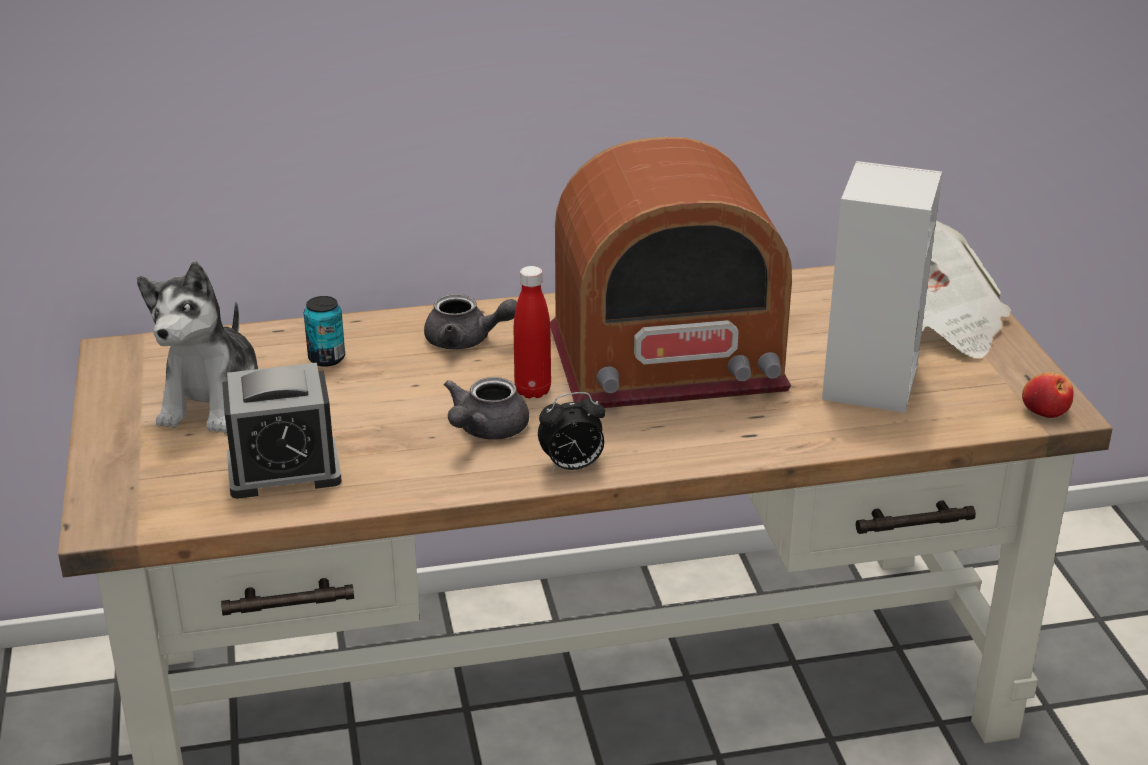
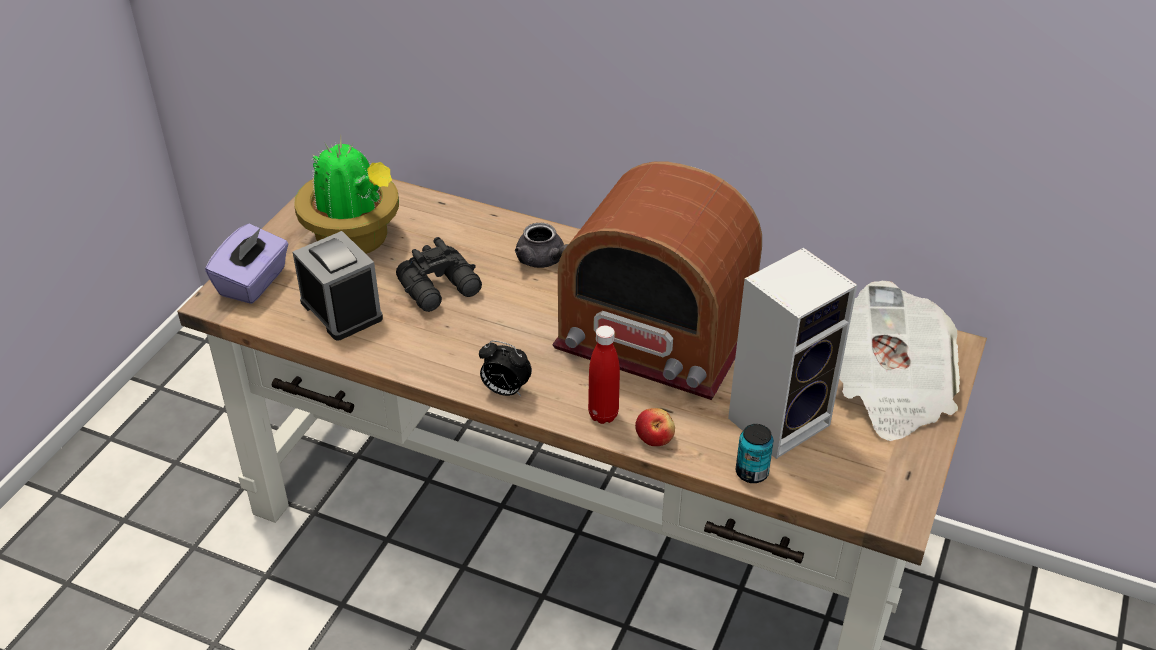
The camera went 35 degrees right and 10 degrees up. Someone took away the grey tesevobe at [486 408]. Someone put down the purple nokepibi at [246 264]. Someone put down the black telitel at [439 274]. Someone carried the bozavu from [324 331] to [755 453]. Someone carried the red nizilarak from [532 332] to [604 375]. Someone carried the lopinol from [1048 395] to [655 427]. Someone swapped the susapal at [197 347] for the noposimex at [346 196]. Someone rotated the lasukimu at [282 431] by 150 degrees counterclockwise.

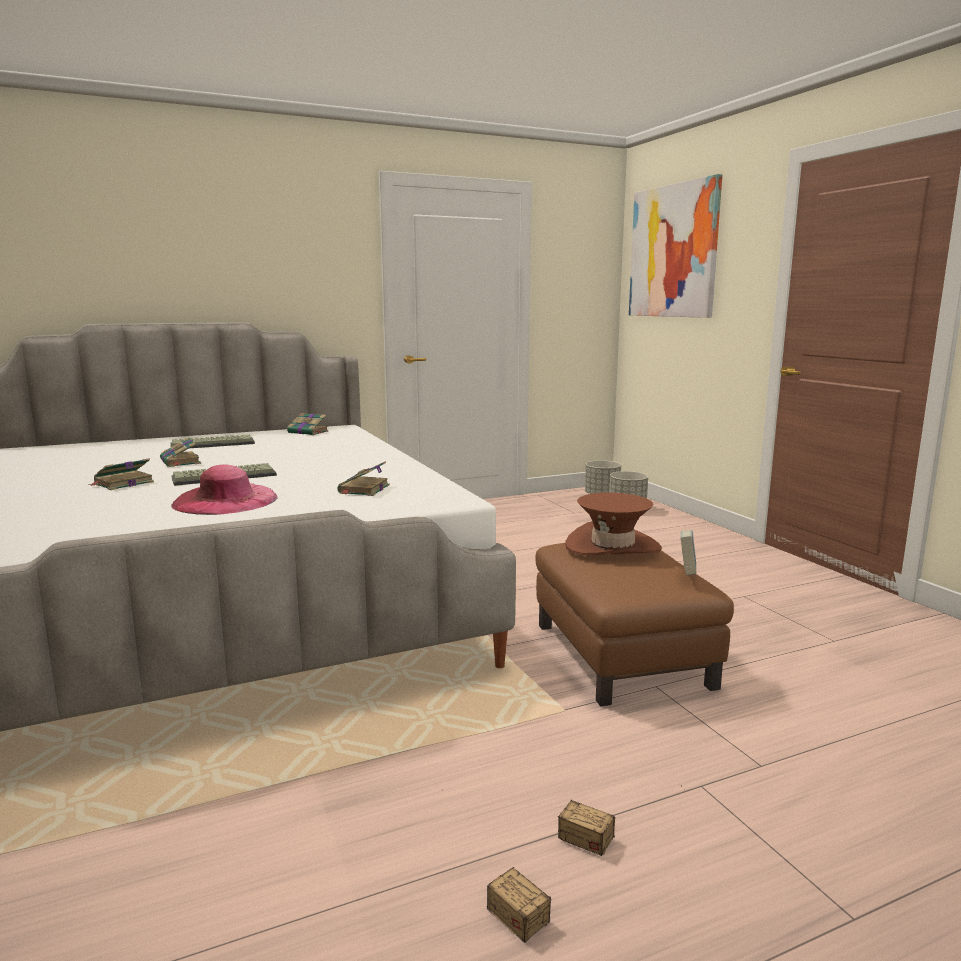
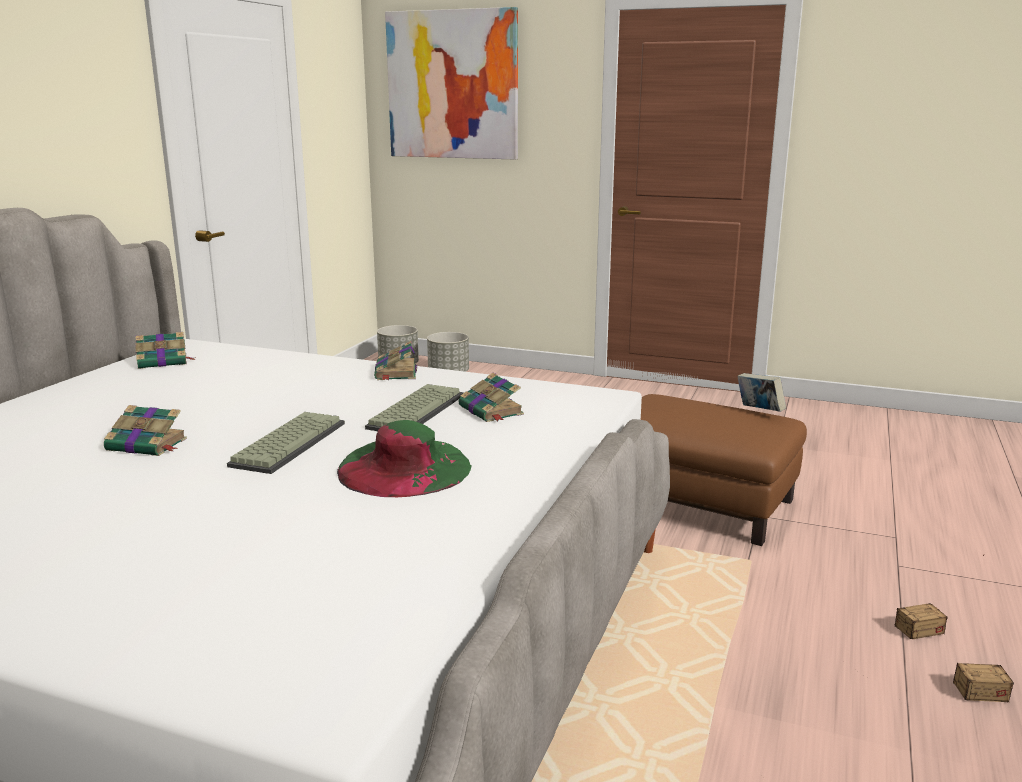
The camera went 45 degrees left and 5 degrees up. Someone took away the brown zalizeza at [613 524]. Someone carried the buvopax from [121 474] to [395 360]. Someone carried the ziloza from [212 441] to [414 407]. Someone repainted the pink zalizeza at [224 489], which became the green zalizeza at [404 458].

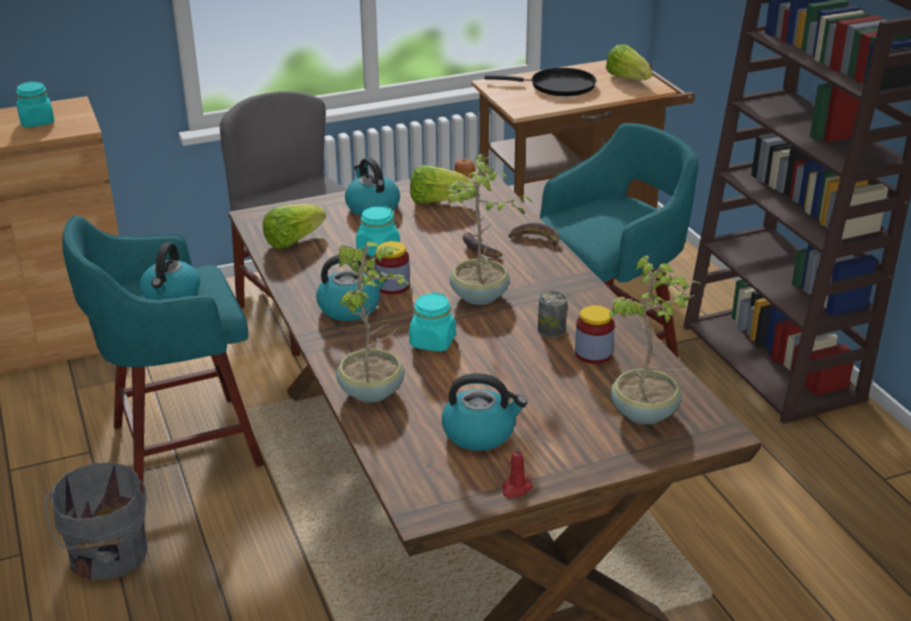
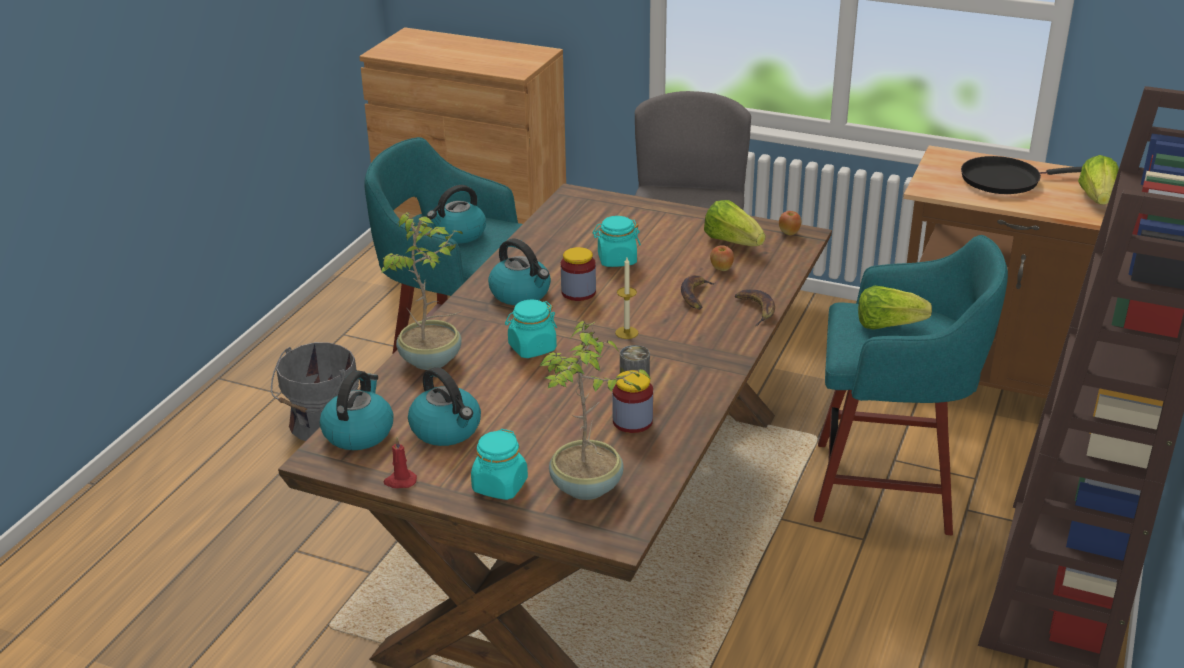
The camera went 45 degrees right and 0 degrees up. Someone put down the lopinol at [722 258]. Someone carried the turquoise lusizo from [35 104] to [499 464]. Someone carried the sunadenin from [294 226] to [895 308]. Someone carried the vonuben from [372 186] to [356 410]. Someone swapped the noposimex at [489 229] for the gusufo at [626 298]. Someone rotated the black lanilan at [540 82] by 120 degrees clockwise.

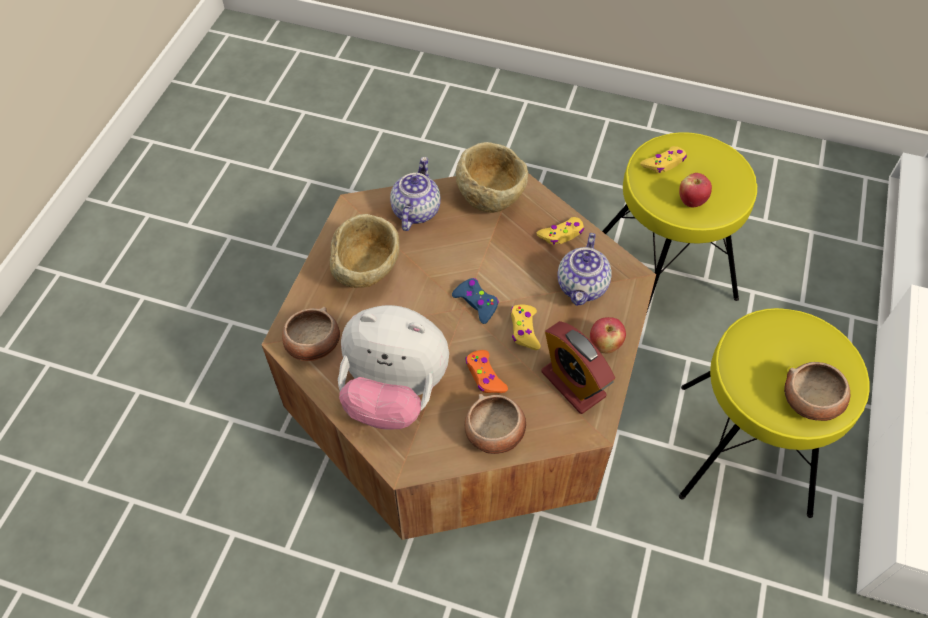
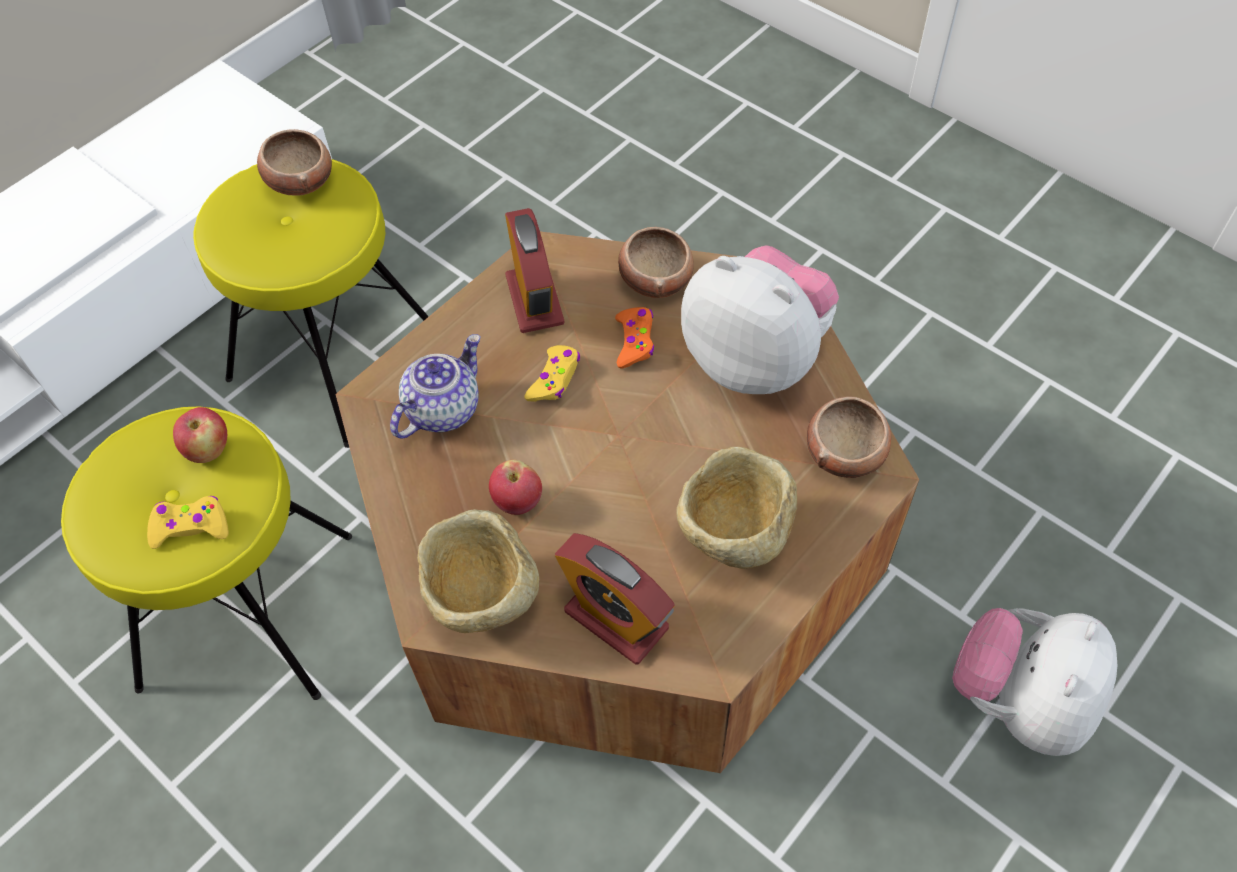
The camera went 155 degrees left and 0 degrees up. Someone took away the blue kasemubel at [475 301]. Someone took away the yellow kasemubel at [560 231]. Someone put down the susapal at [1034 682]. Someone carried the lopinol from [608 335] to [515 487]. Someone swapped the tesevobe at [415 194] for the lasukimu at [615 599].

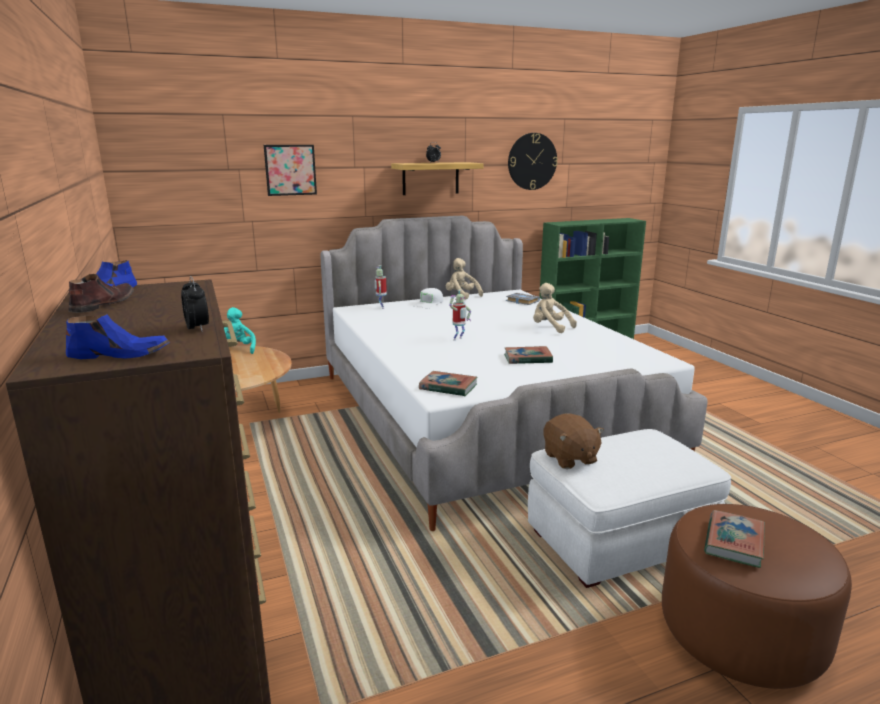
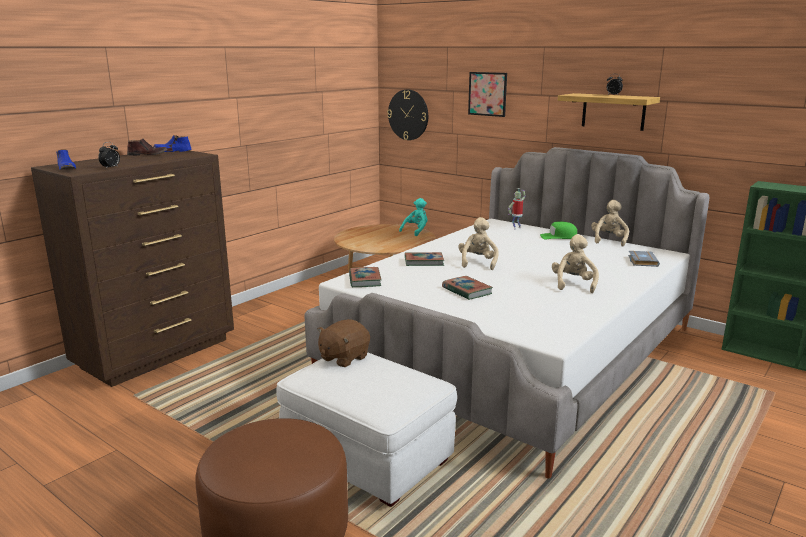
The camera went 60 degrees right and 0 degrees up. Someone carried the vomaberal from [533 161] to [407 114]. Someone carried the buvopax from [734 539] to [424 259]. Someone swapped the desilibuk at [460 315] for the beige susapal at [478 243]. Someone repainted the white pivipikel at [428 298], which became the green pivipikel at [558 230].

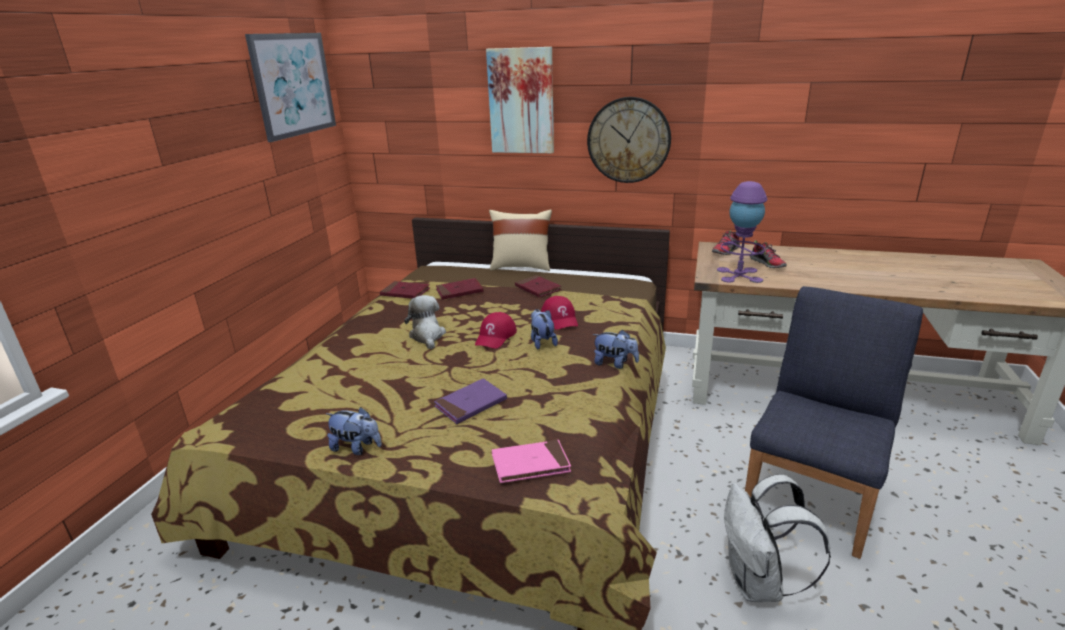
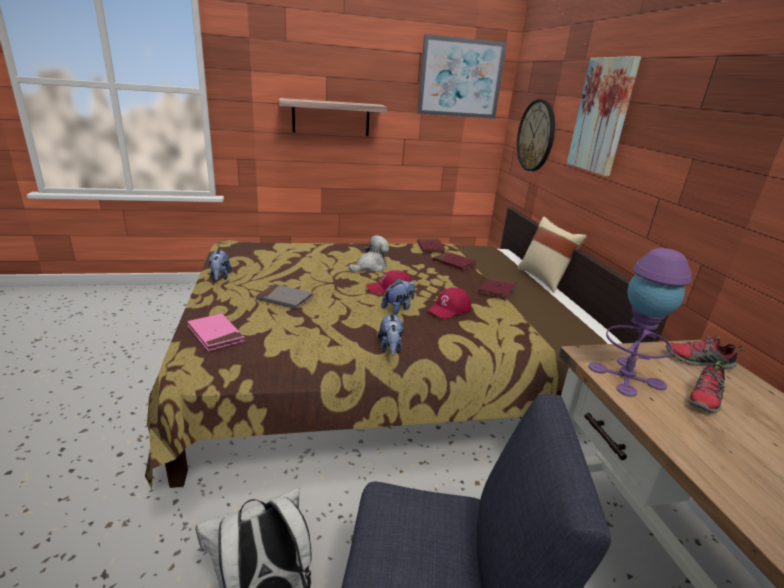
The camera went 60 degrees right and 0 degrees up. Someone put up the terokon at [333 117]. Someone carried the vomaberal from [629 140] to [536 135]. Someone repainted the purple buvopax at [470 401], which became the grey buvopax at [284 296].

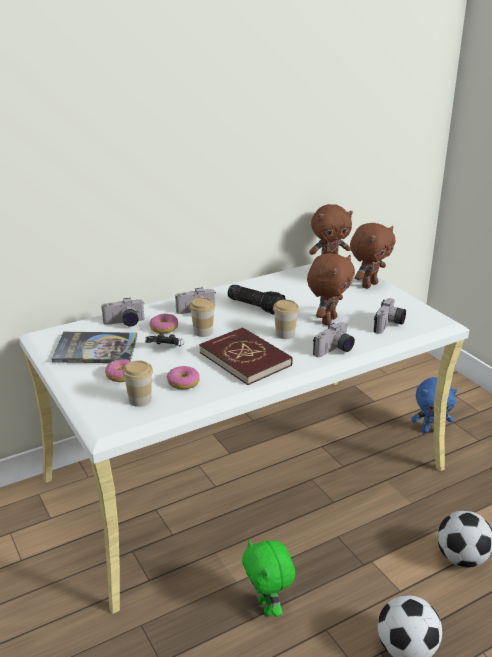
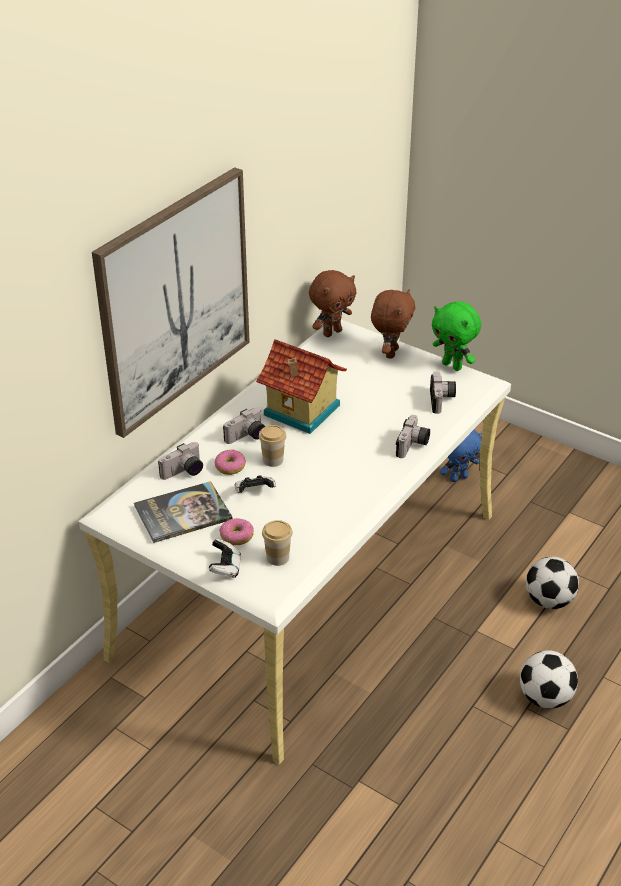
The camera went 25 degrees left and 10 degrees up. Someone took away the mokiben at [183 378]. Someone took away the red buvopax at [246 356]. Someone took away the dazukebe at [286 319]. Someone took away the brown susapal at [331 289]. Someone put up the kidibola at [171 302]. Someone put down the kasemubel at [225 558]. Someone carried the green susapal from [268 578] to [456 336]. Someone swapped the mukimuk at [257 299] for the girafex at [301 386].

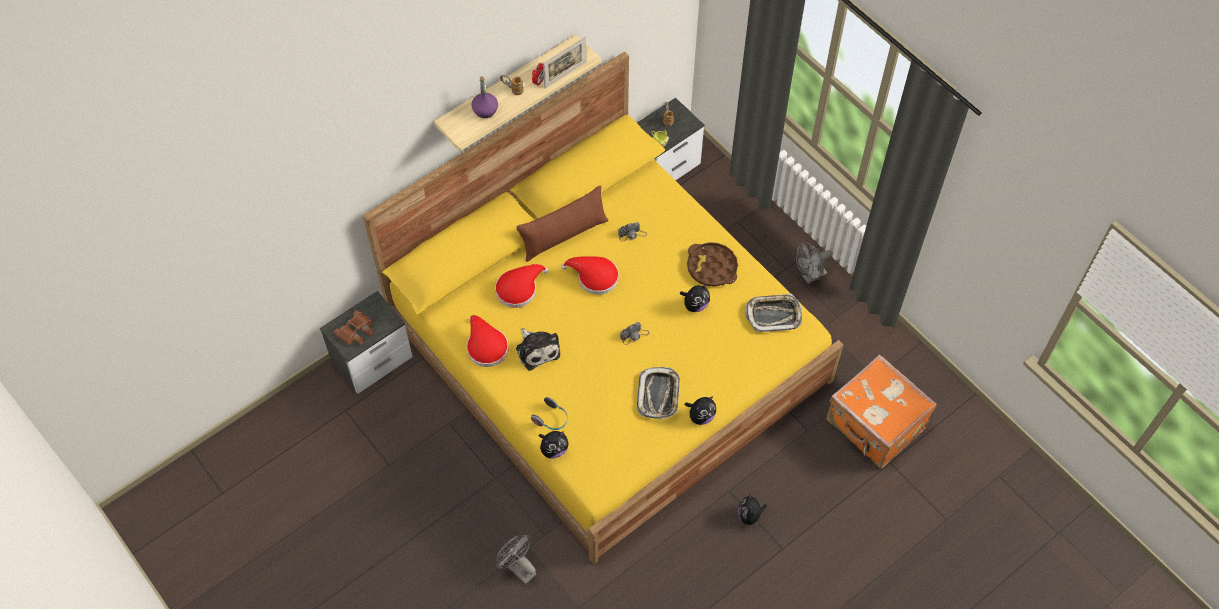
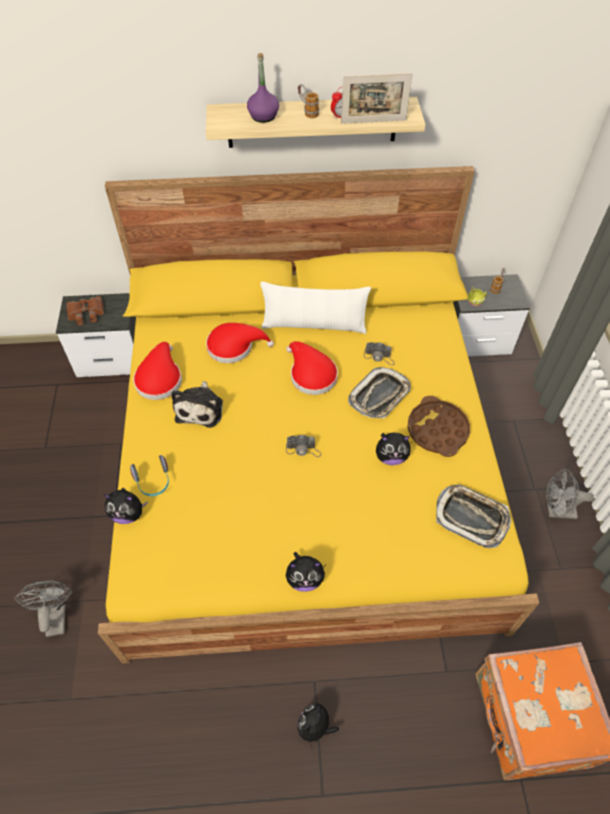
The camera went 35 degrees right and 5 degrees down. Someone carried the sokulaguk from [658 393] to [379 392]. Someone repainted the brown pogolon at [562 223], which became the white pogolon at [315 308].

